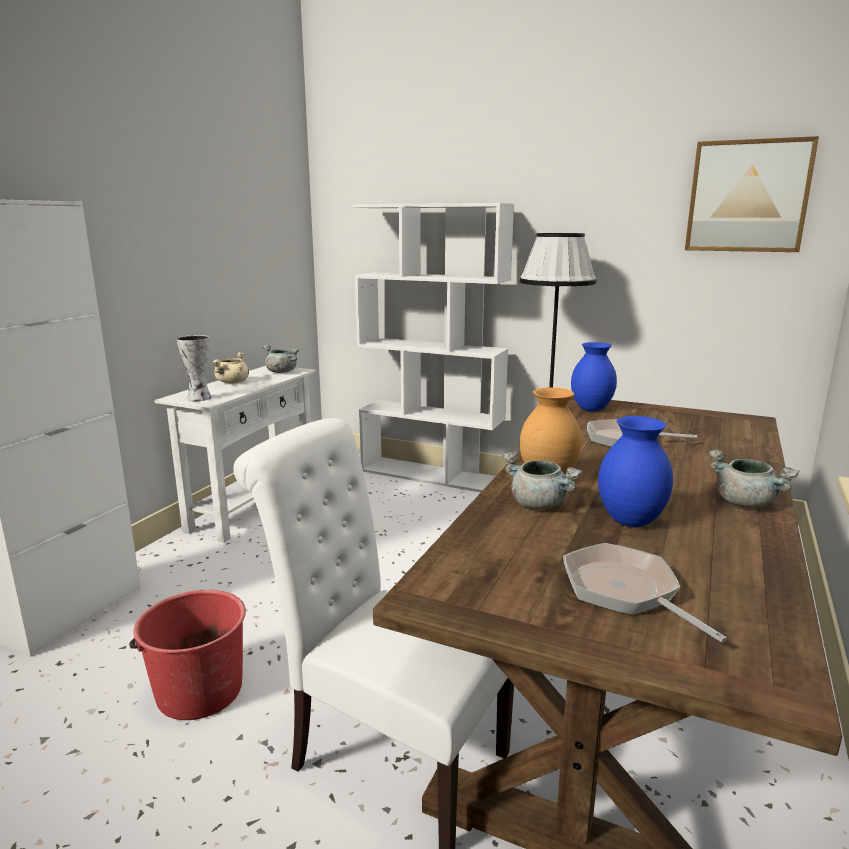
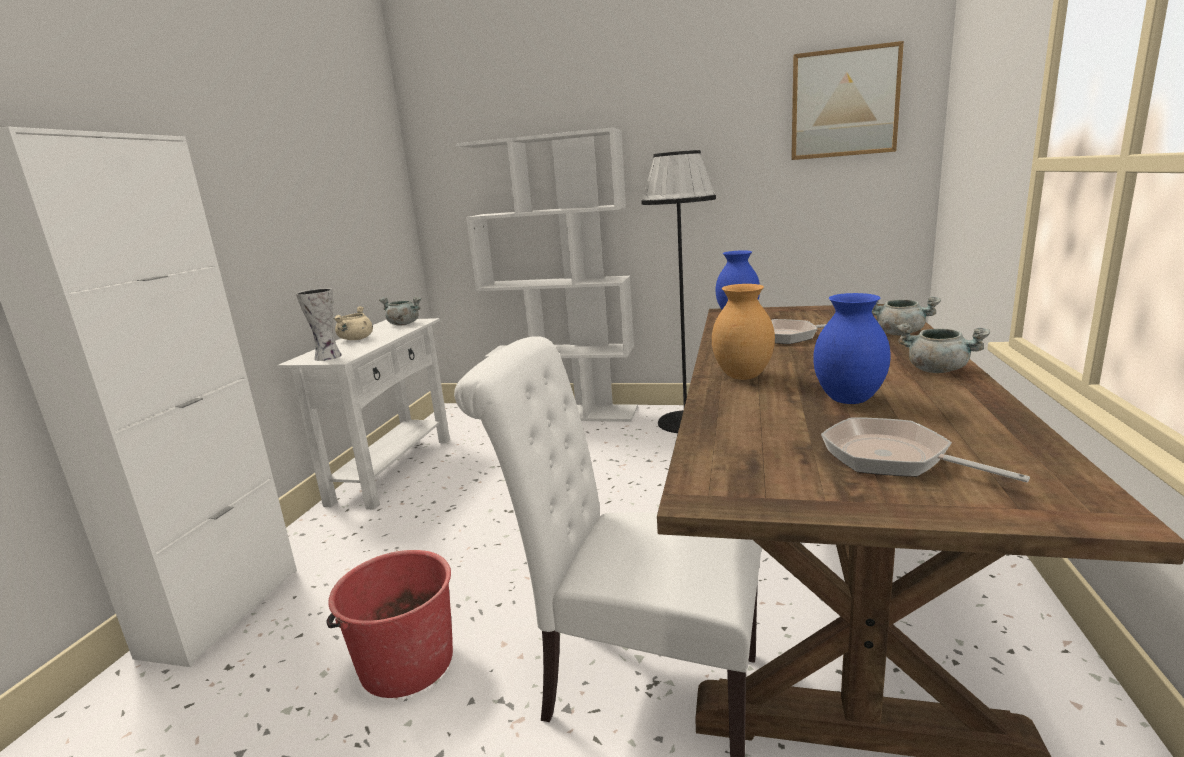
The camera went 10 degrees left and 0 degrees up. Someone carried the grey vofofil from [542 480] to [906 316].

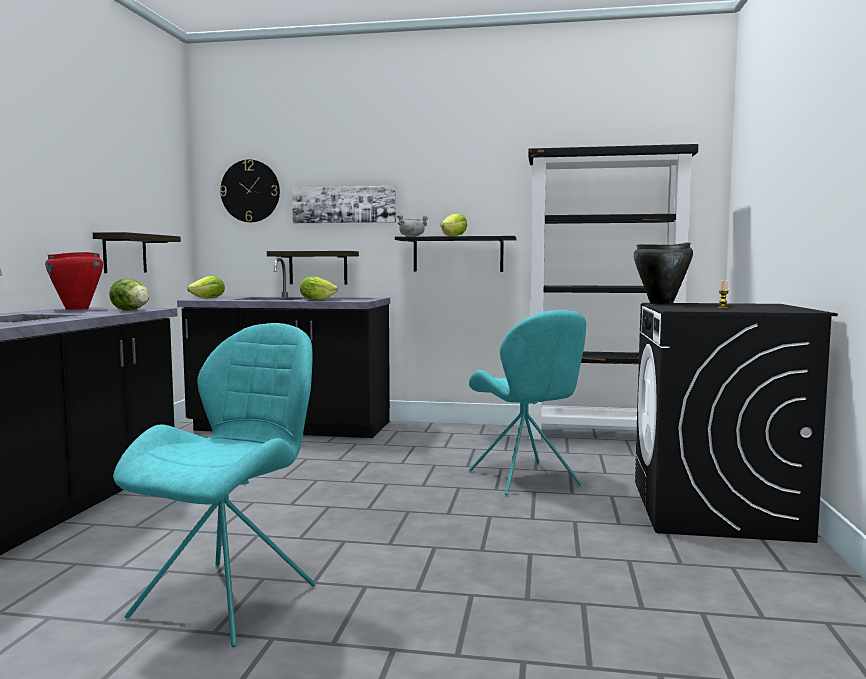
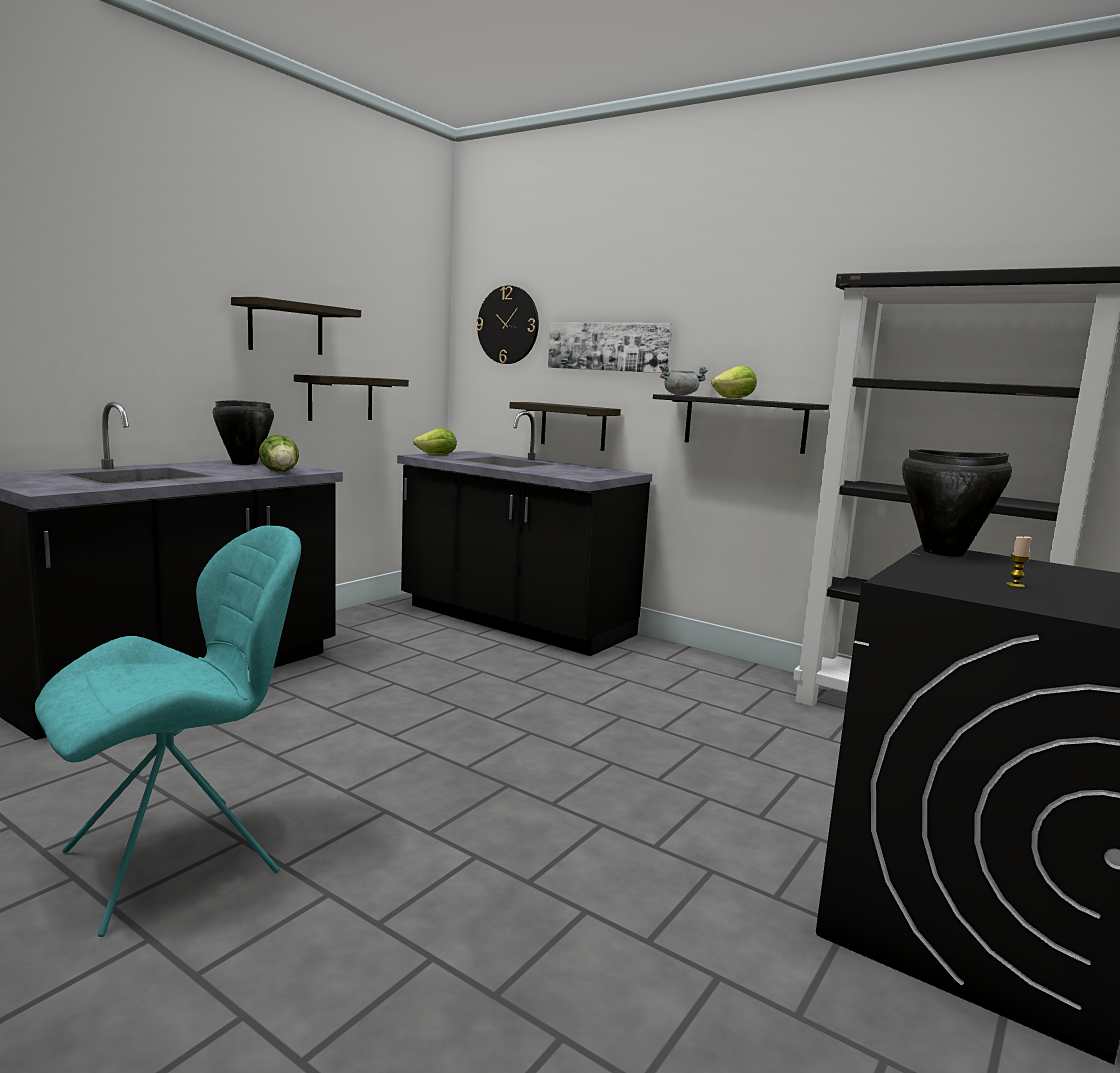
The camera went 25 degrees right and 5 degrees up. Someone took away the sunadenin at [319 288]. Someone took away the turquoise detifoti at [527 402]. Someone put up the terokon at [296 326]. Someone repainted the red vofofil at [74 281], which became the black vofofil at [243 432].

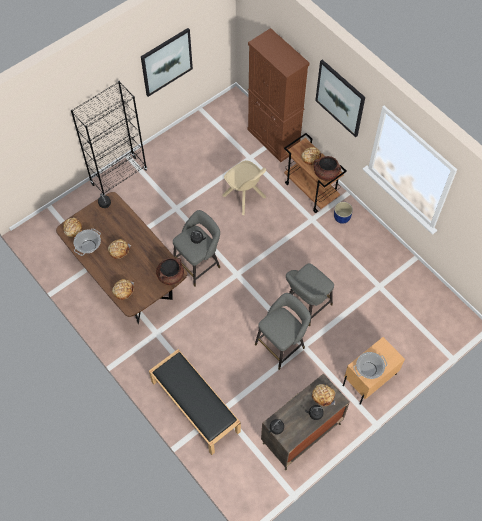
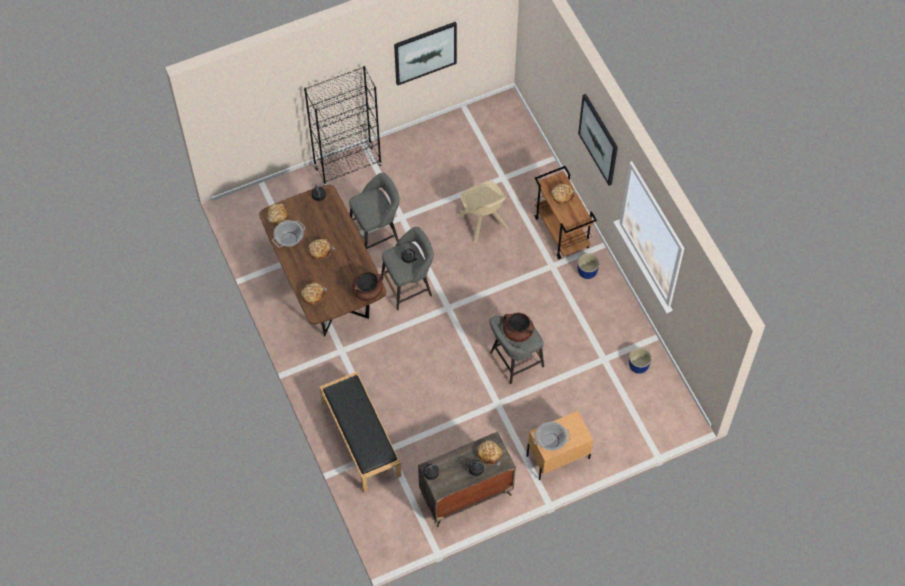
The camera went 15 degrees right and 0 degrees up. Someone took away the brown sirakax at [278 95]. Someone put down the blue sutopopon at [640 360]. Someone carried the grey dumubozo from [283 331] to [374 211]. Someone carried the brown vofofil from [327 168] to [518 327].

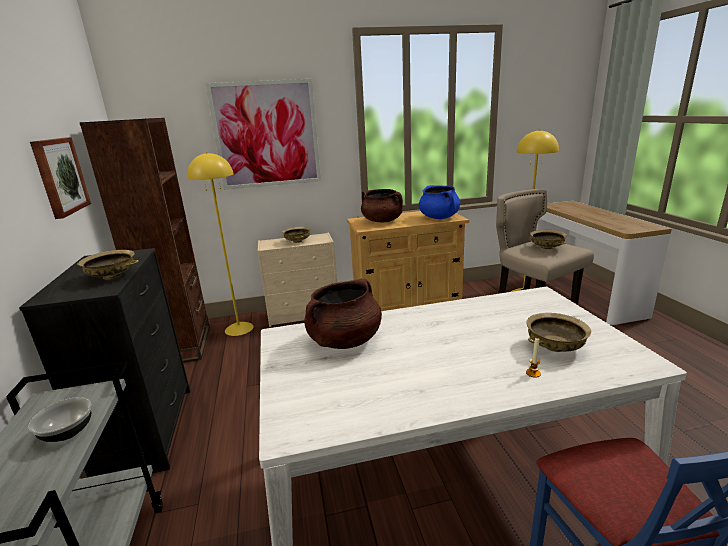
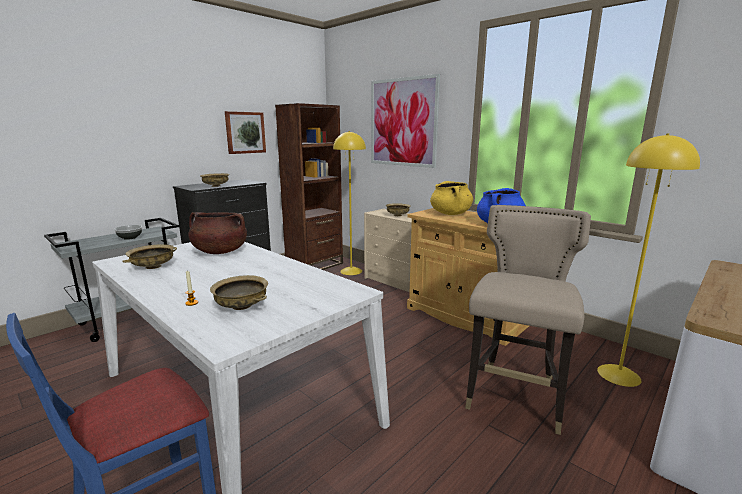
The camera went 55 degrees right and 5 degrees down. Someone carried the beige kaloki from [548 239] to [149 256]. Someone repainted the brown vofofil at [382 205], which became the yellow vofofil at [451 198].

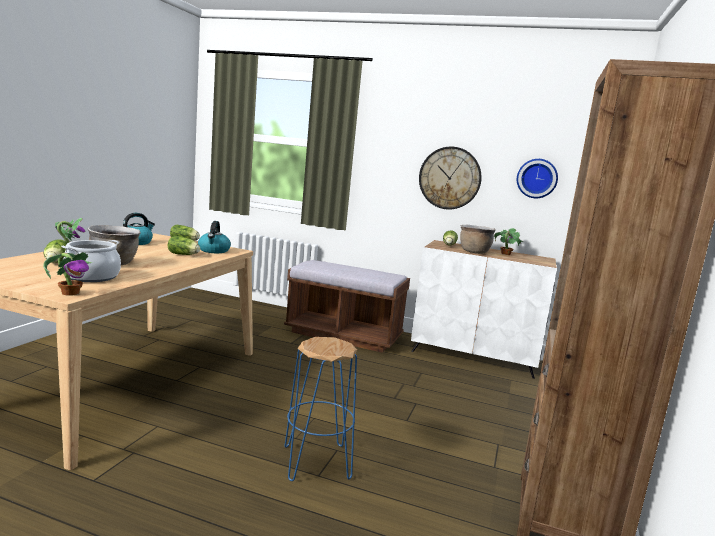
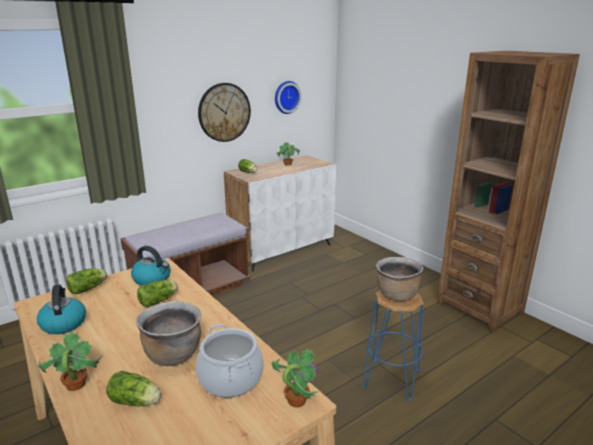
The camera went 55 degrees left and 10 degrees up. Someone carried the brown vofofil from [478 239] to [399 279].

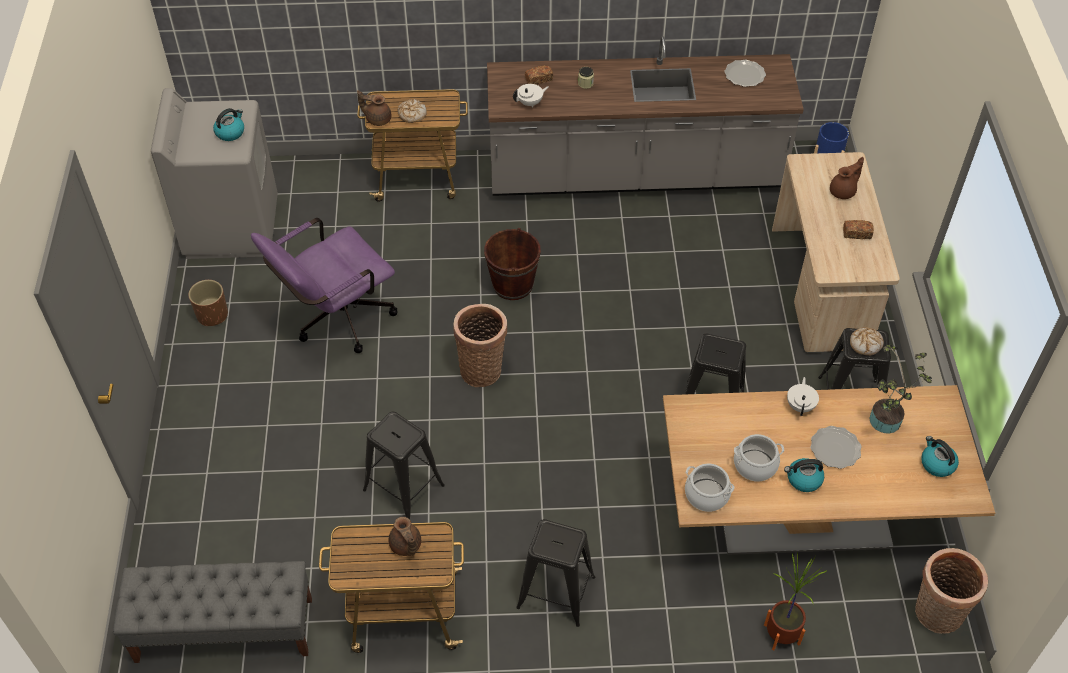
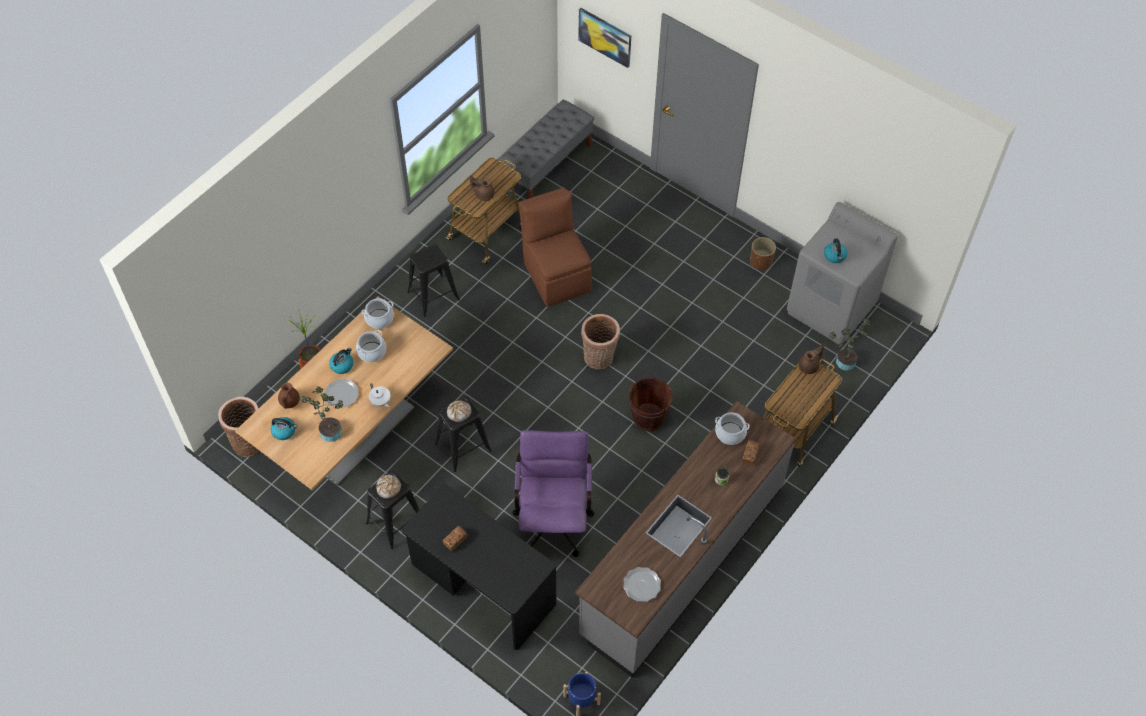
The camera went 130 degrees right and 5 degrees up. Someone put up the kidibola at [604 38]. Someone put down the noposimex at [850 345]. Someone carried the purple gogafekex from [324 285] to [553 493]. Someone carried the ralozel from [412 111] to [459 411]. Someone carried the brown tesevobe from [847 178] to [289 396]. Someone swapped the black dumubozo at [404 465] for the brown detifoti at [555 247]. Someone swapped the white tesevobe at [531 95] for the vofofil at [732 428]. Someone repainted the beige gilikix at [836 252], which became the black gilikix at [479 567].

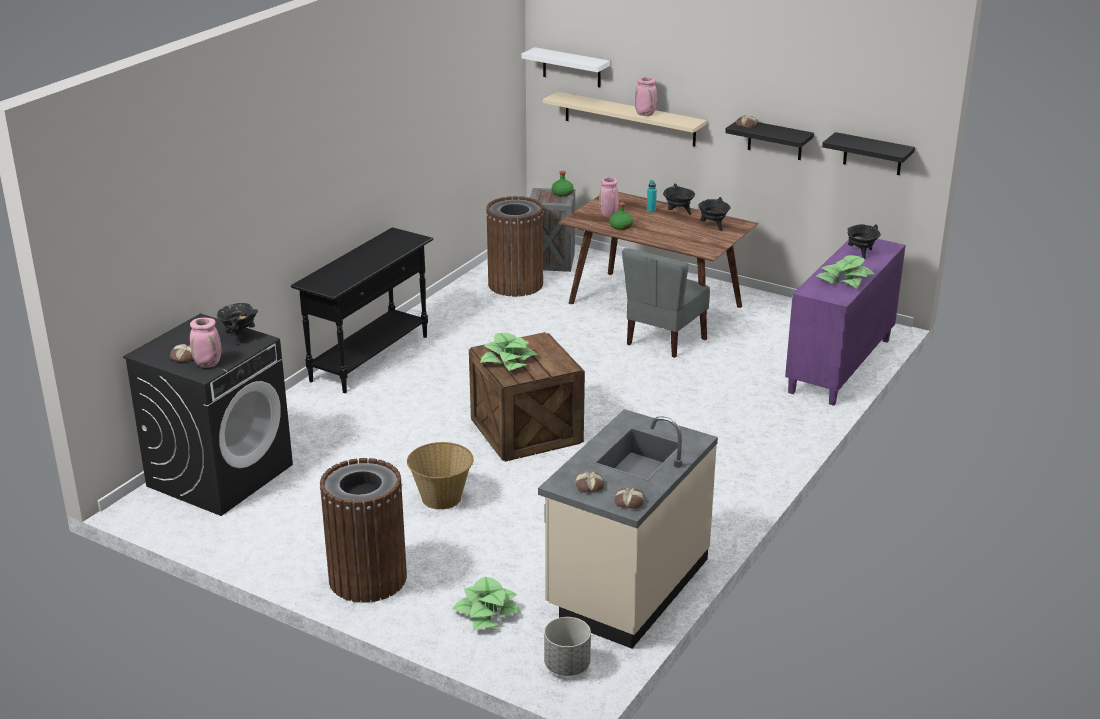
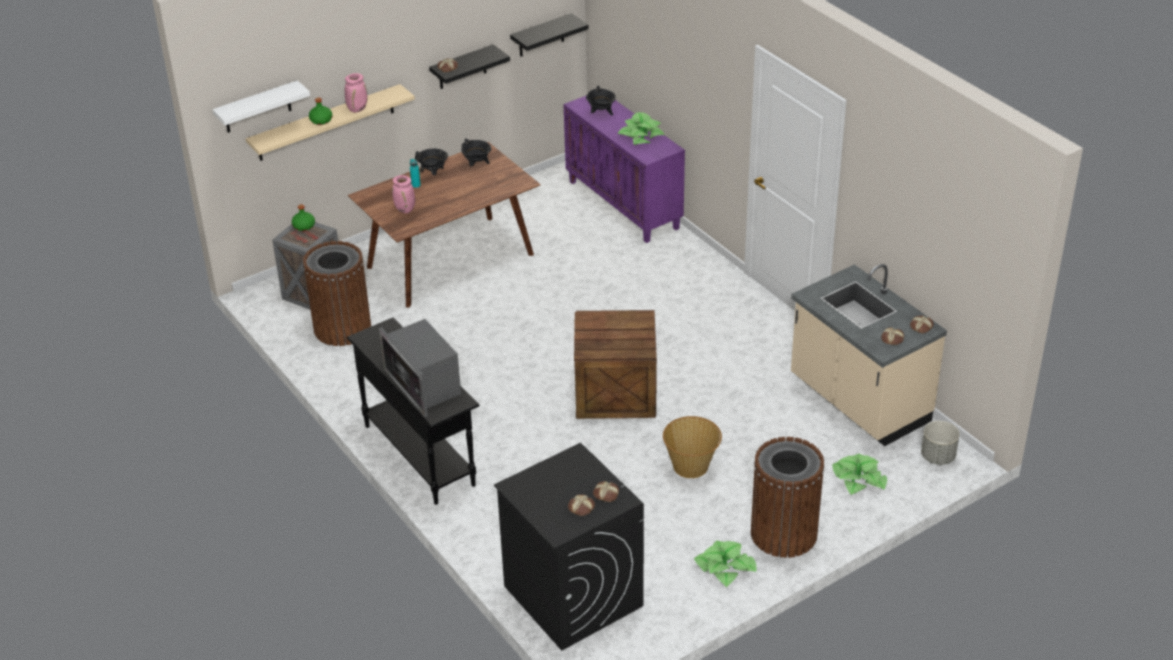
The camera went 65 degrees left and 10 degrees up. Someone took away the black vofofil at [237 323]. Someone took away the grey detifoti at [666 303]. Someone put down the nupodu at [420 368]. Someone carried the noposimex from [508 352] to [725 564]. Someone carried the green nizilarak from [621 216] to [320 111]. Someone swapped the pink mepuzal at [205 342] for the ralozel at [606 491].

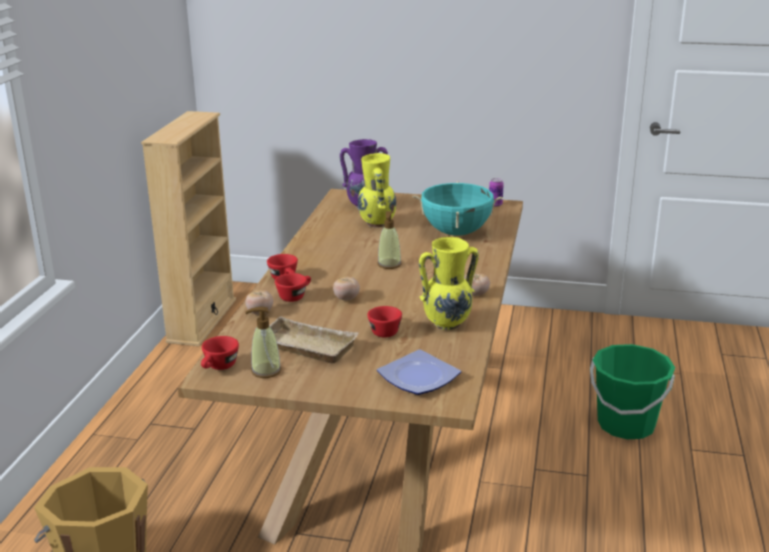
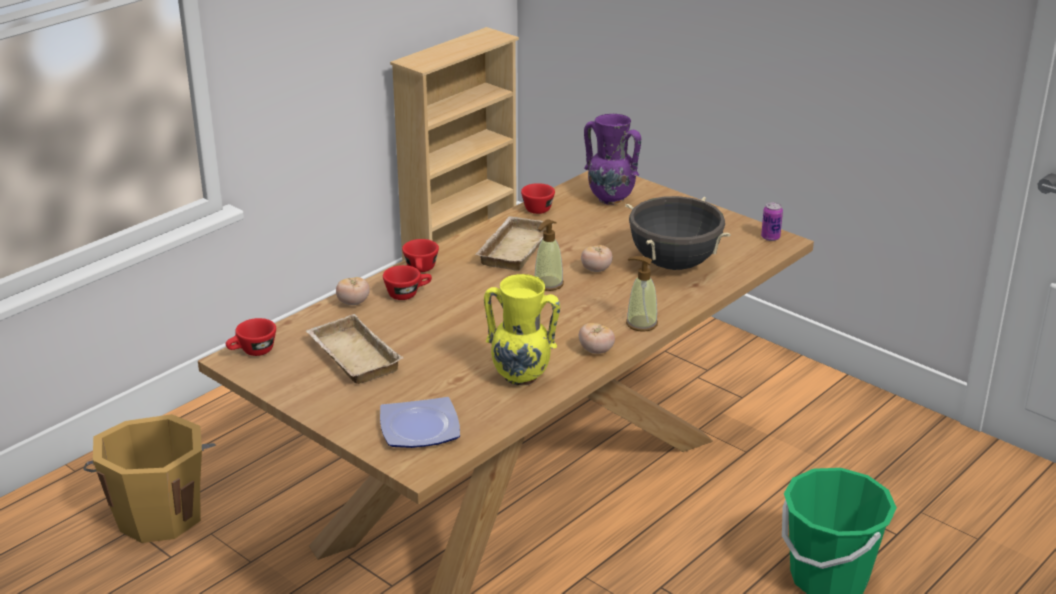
The camera went 30 degrees right and 5 degrees up. Someone took away the yellow mepuzal at [377 190]. Someone put down the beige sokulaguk at [514 243]. Someone carried the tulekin from [263 342] to [642 294]. Someone carried the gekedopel from [346 288] to [597 258]. Someone carried the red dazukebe from [384 321] to [538 198]. Someone repainted the turquoise vofofil at [457 208], which became the black vofofil at [678 233].

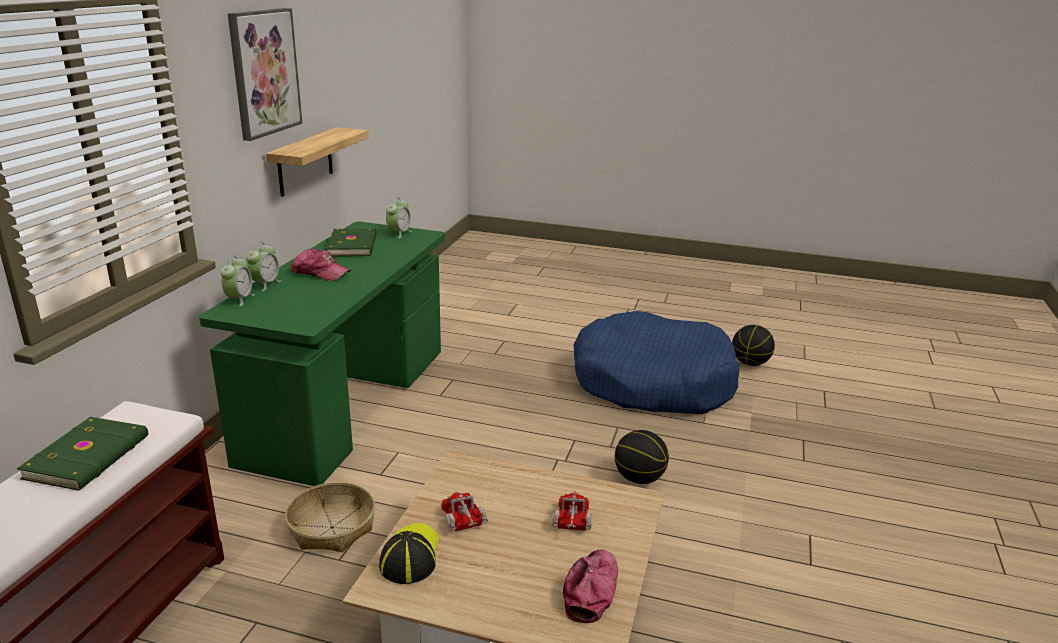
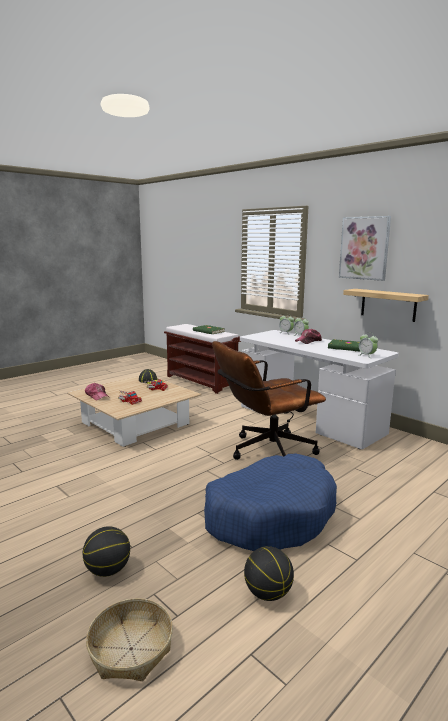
The camera went 120 degrees right and 10 degrees down. Someone put down the brown gogafekex at [269 400]. Someone carried the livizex from [330 517] to [129 639]. Someone carried the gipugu from [642 457] to [106 551]. Someone repainted the green gilikix at [322 354], which became the white gilikix at [319 389].

